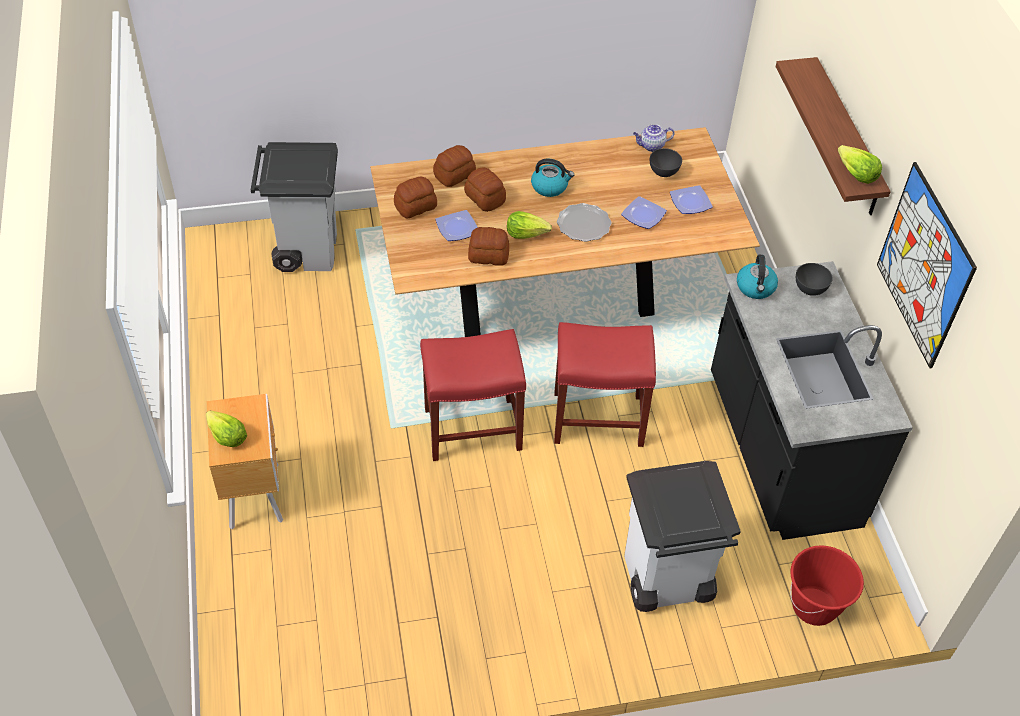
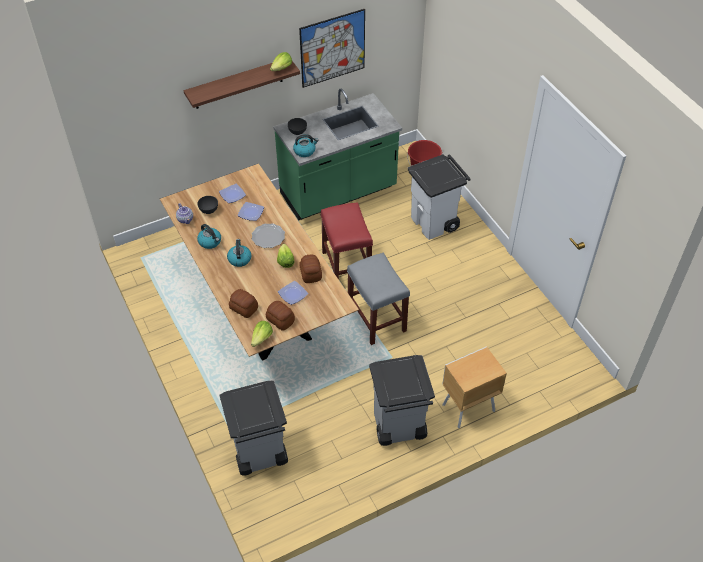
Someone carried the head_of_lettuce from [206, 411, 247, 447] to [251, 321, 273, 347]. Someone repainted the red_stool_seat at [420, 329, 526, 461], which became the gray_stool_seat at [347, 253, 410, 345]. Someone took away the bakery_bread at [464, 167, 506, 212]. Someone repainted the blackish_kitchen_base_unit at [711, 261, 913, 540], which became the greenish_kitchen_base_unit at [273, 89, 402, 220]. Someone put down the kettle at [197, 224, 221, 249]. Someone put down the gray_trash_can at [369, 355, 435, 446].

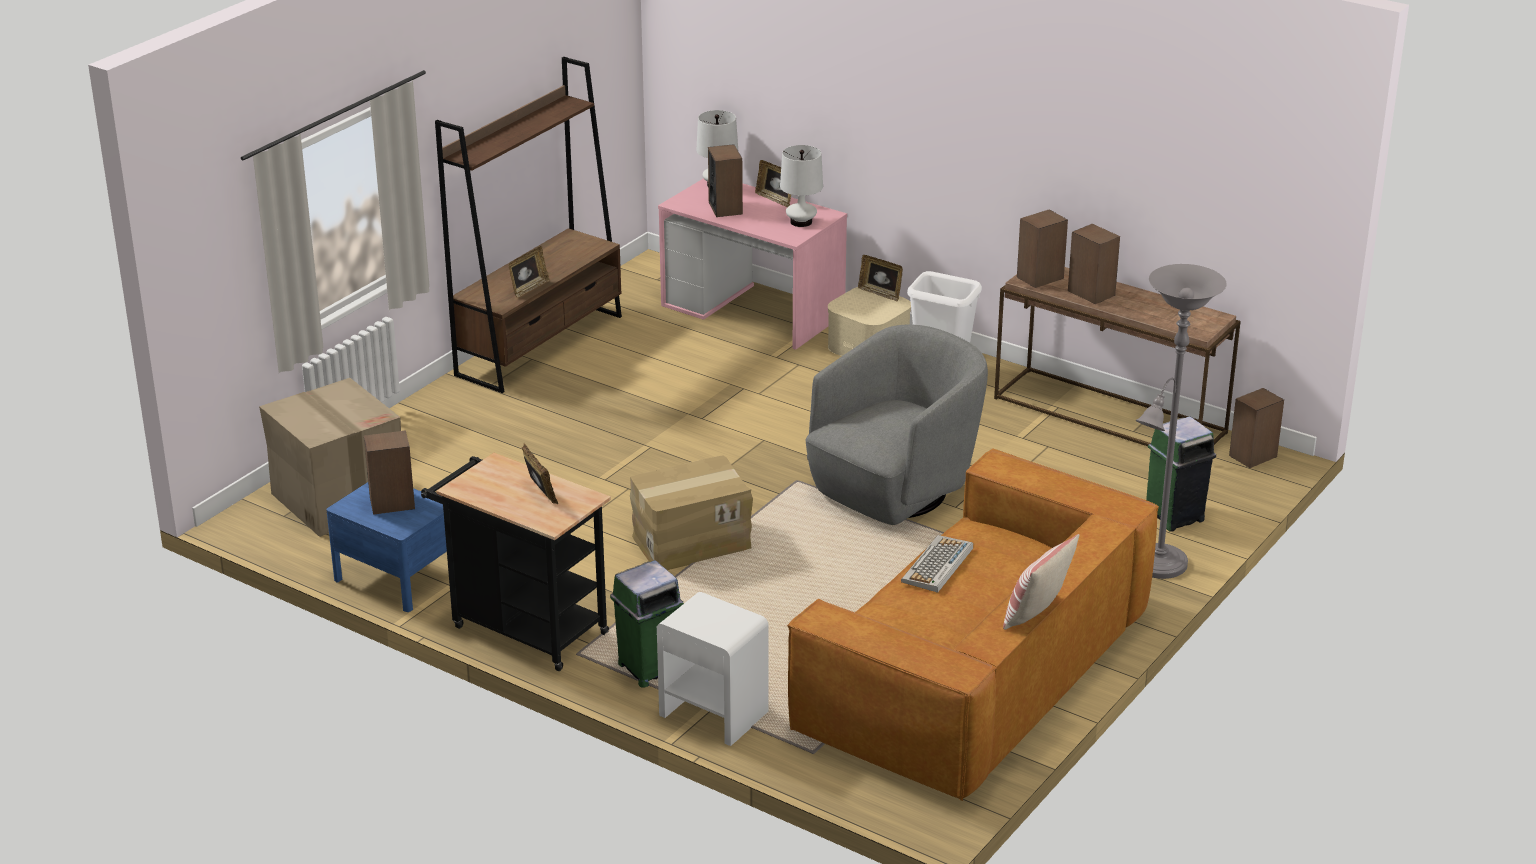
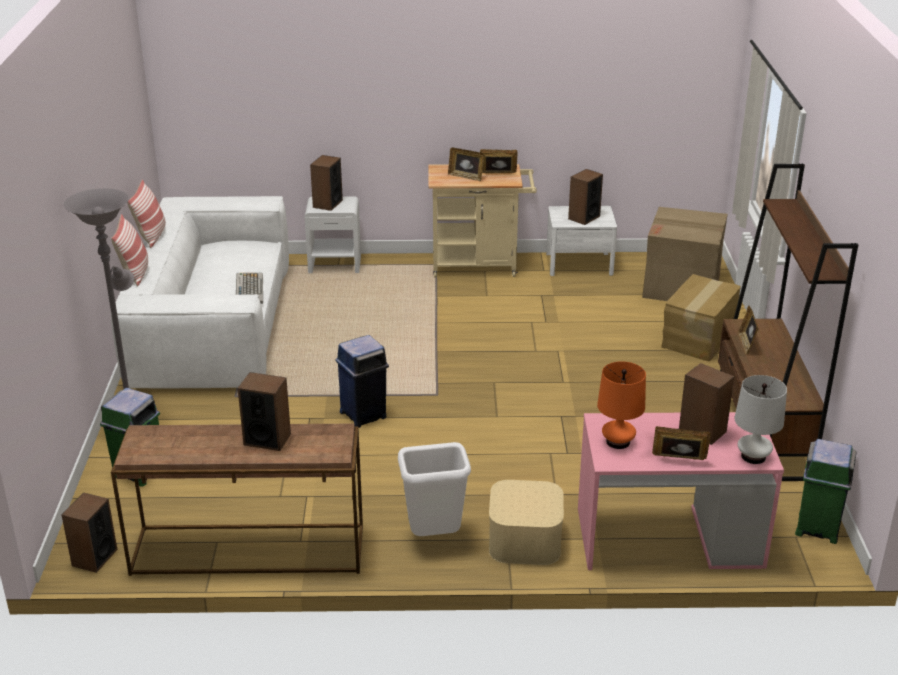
Someone repainted the blue_nightstand at [326, 482, 447, 612], which became the white-coloured_nightstand at [546, 206, 617, 276]. Someone repainted the blackish_cart at [421, 453, 611, 671], which became the sand-coloured_cart at [428, 164, 537, 277]. Someone carried the greenish_trash_can from [610, 560, 684, 688] to [795, 439, 856, 544]. Someone carried the cardboard_box from [630, 455, 753, 570] to [661, 274, 741, 361]. Someone repainted the white-coloured_table_lamp at [780, 145, 823, 227], which became the orangey_table_lamp at [597, 361, 646, 449]. Someone repainted the brownish_settee at [787, 448, 1159, 801], which became the white-coloured_settee at [111, 196, 289, 388]. Someone swapped the gray_easy_chair at [805, 324, 988, 525] for the blue_trash_can at [335, 335, 389, 428]. Someone carried the picture_frame from [858, 255, 903, 301] to [480, 149, 517, 173]. Someone carried the speaker from [1017, 209, 1068, 288] to [310, 155, 343, 211]. Someone put down the cushion at [111, 214, 148, 286].

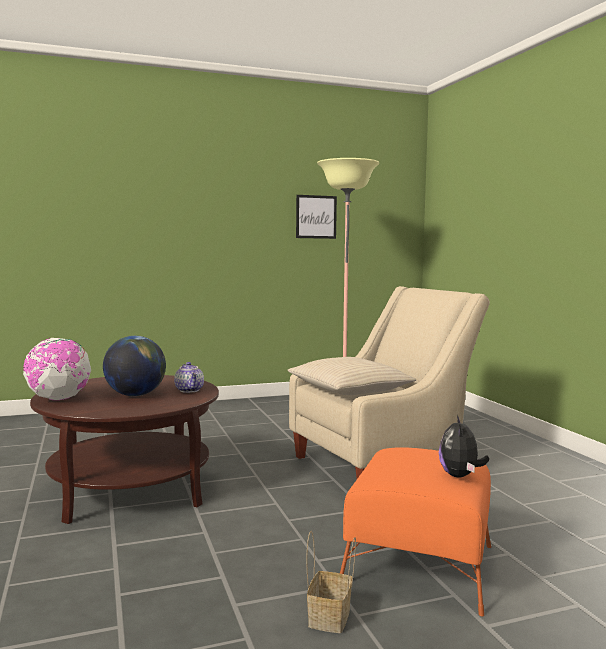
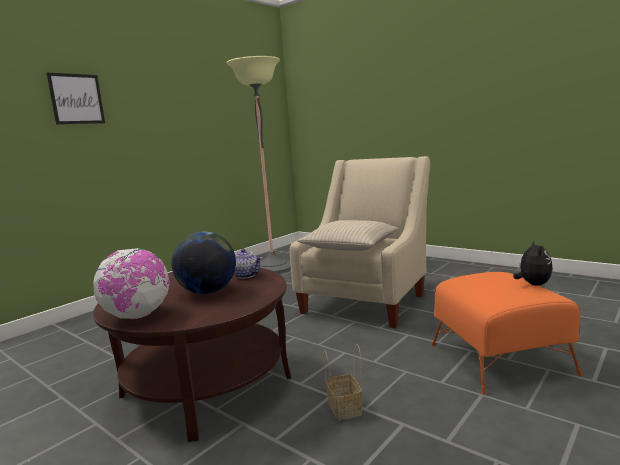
Someone carried the wall_art from [296, 195, 337, 239] to [47, 73, 105, 124]. Someone carried the storage_basket from [306, 531, 356, 633] to [324, 344, 362, 421]. Someone rotated the cuddly_toy at [439, 415, 489, 477] by 150 degrees counterclockwise.

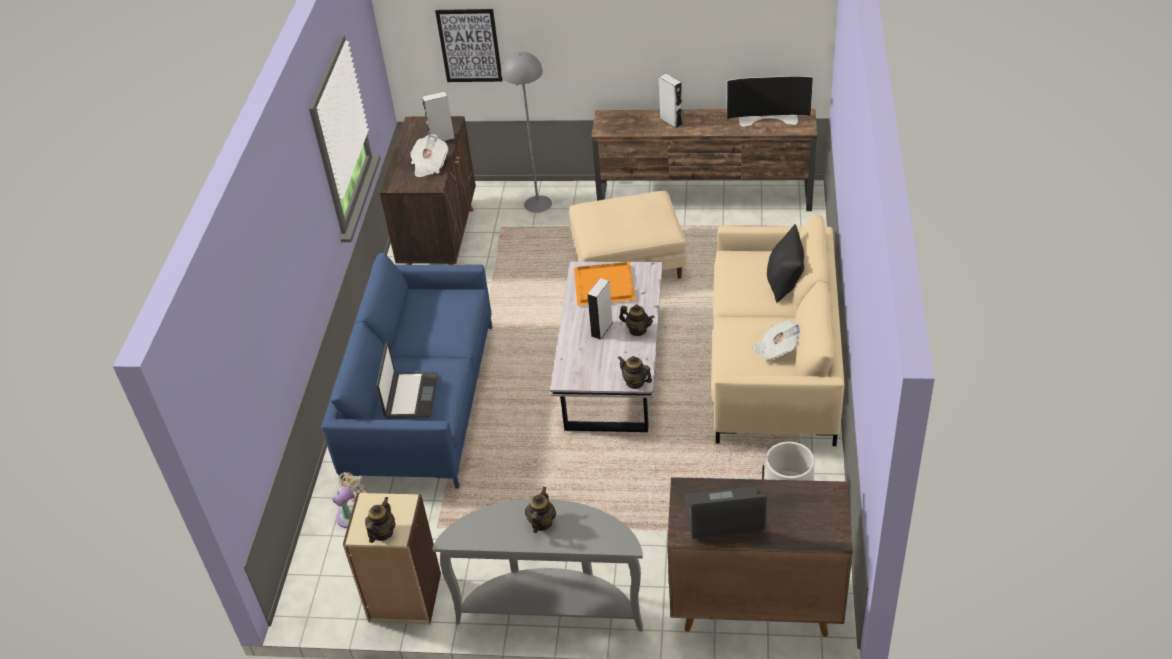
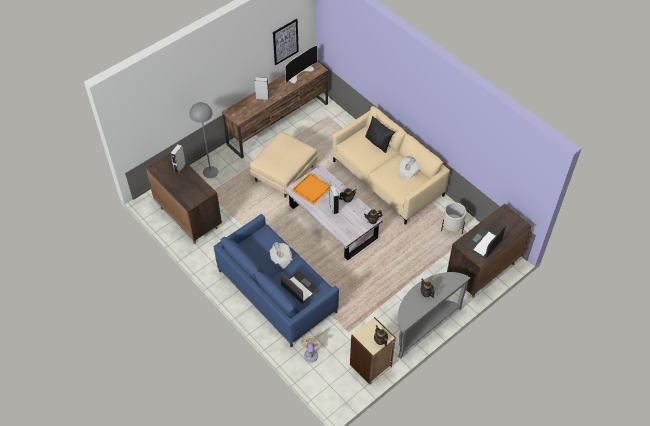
Someone carried the daily_paper from [410, 134, 448, 177] to [270, 242, 293, 269]. Someone carried the wall_art from [435, 9, 503, 82] to [273, 19, 299, 65].

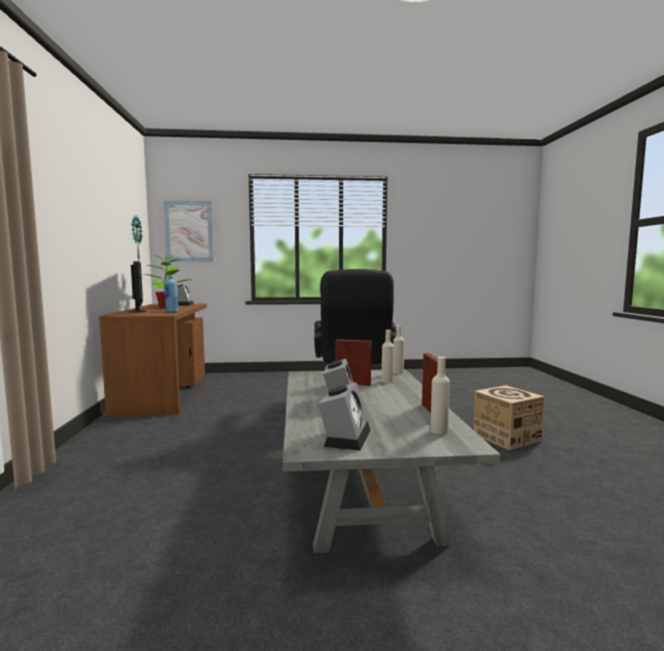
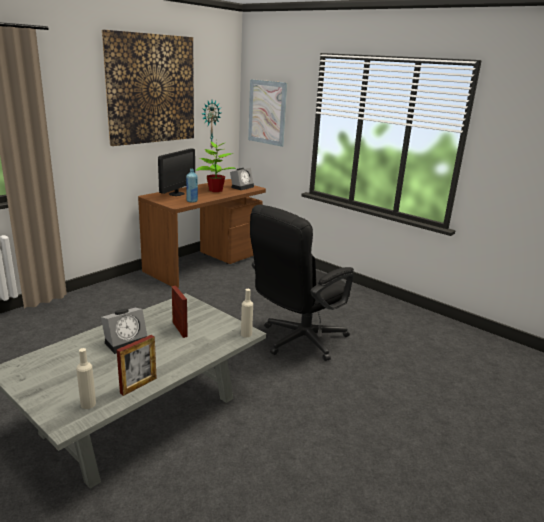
Someone took away the table_clock at [318, 382, 370, 451]. Someone took away the sand-coloured_beverage_bottle at [382, 330, 394, 383]. Someone took away the cardboard_box at [474, 385, 545, 451]. Someone put up the wall_art at [102, 30, 194, 146].

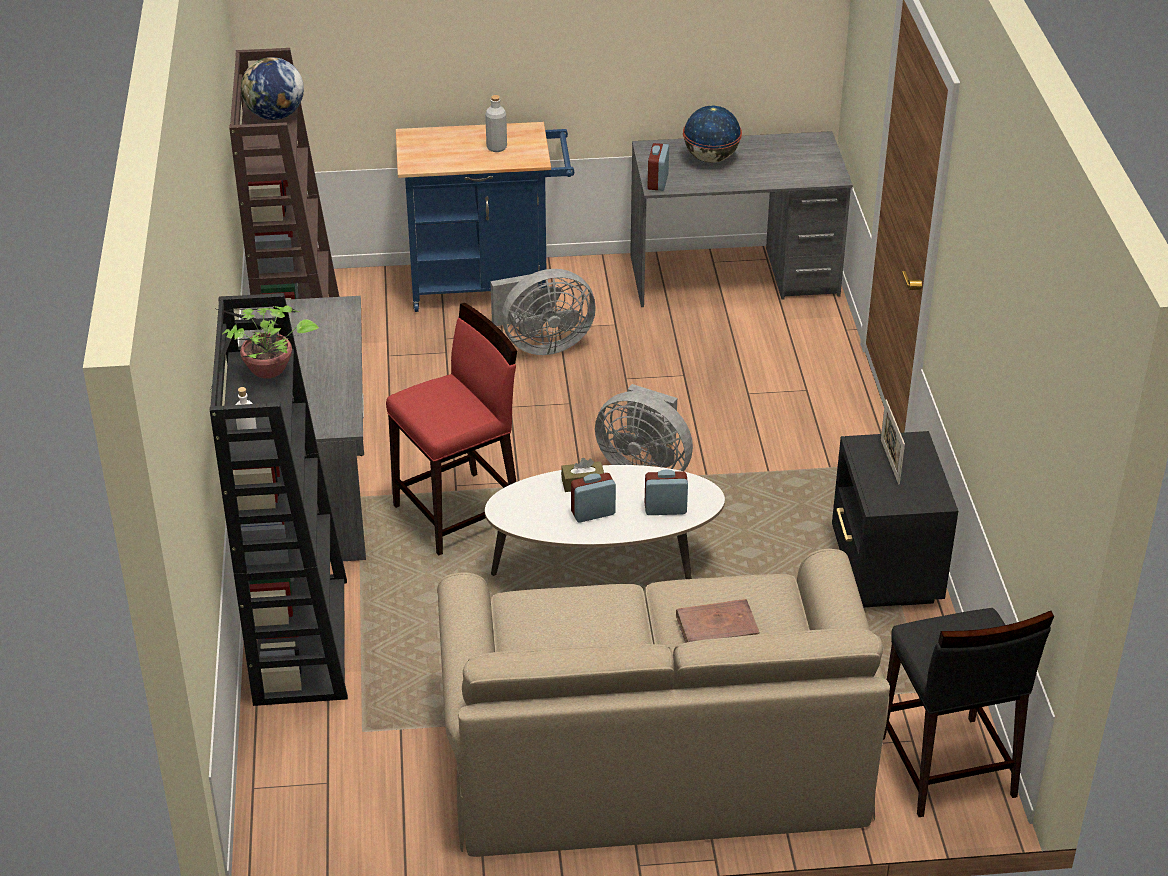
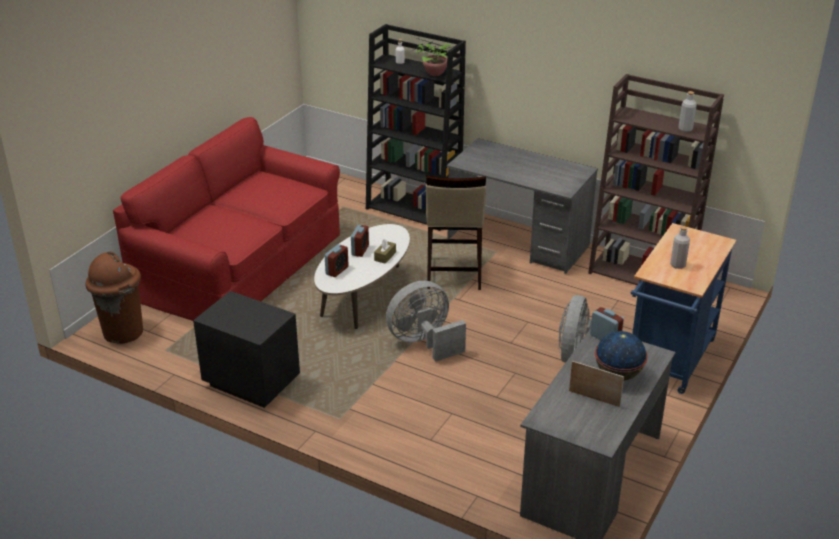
Someone swapped the desk_globe at [241, 57, 304, 120] for the gray_beverage_bottle at [678, 91, 697, 132]. Someone repainted the red_stool_seat at [386, 303, 517, 555], which became the sand-coloured_stool_seat at [426, 176, 486, 290]. Someone repainted the sand-coloured_settee at [437, 549, 890, 857], which became the red_settee at [113, 117, 340, 321]. Someone took away the brownish_bound_book at [676, 599, 760, 643]. Someone carried the picture_frame from [881, 399, 905, 485] to [569, 361, 624, 407]. Someone swapped the blackish_stool_seat at [883, 608, 1054, 817] for the brownish_trash_can at [85, 251, 143, 344].

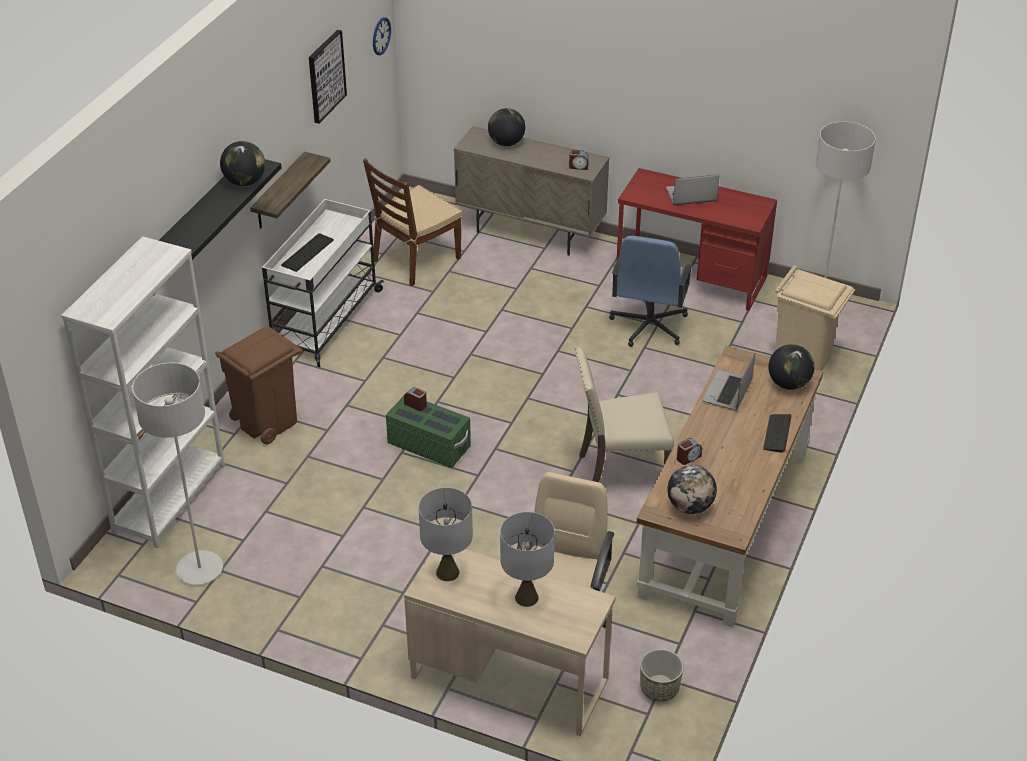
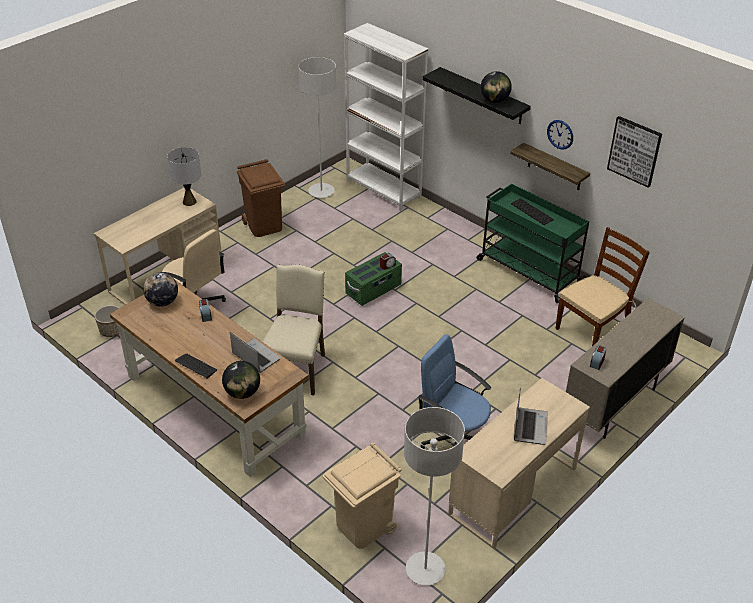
Someone carried the brownish_trash_can from [215, 326, 303, 444] to [237, 159, 285, 237]. Someone repainted the white-coloured_cart at [262, 199, 384, 367], which became the greenish_cart at [477, 184, 589, 303]. Someone rotated the brownish_plain_chair at [363, 158, 462, 286] by 75 degrees clockwise. Someone carried the wall_clock from [373, 17, 391, 55] to [547, 120, 573, 150]. Someone took away the desk_globe at [488, 108, 525, 146]. Someone took away the gray_table_lamp at [500, 512, 555, 607]. Someone repainted the red_desk_unit at [617, 168, 777, 311], which became the sand-coloured_desk_unit at [448, 378, 590, 549].

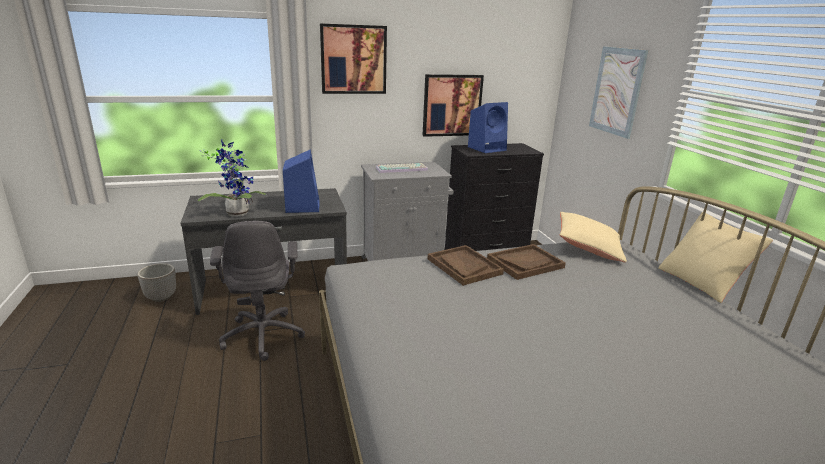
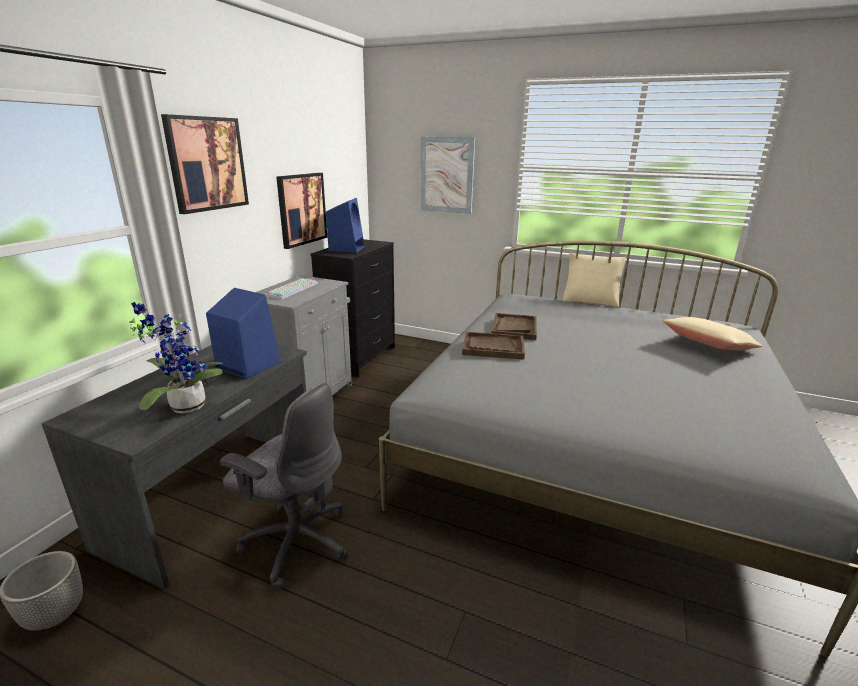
Someone carried the sand-coloured_cushion from [560, 212, 627, 262] to [663, 317, 762, 350].

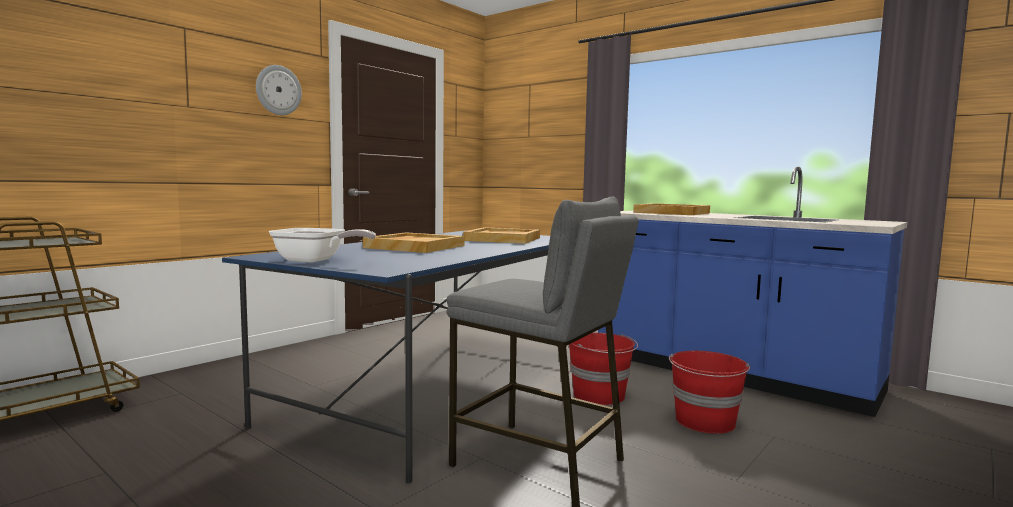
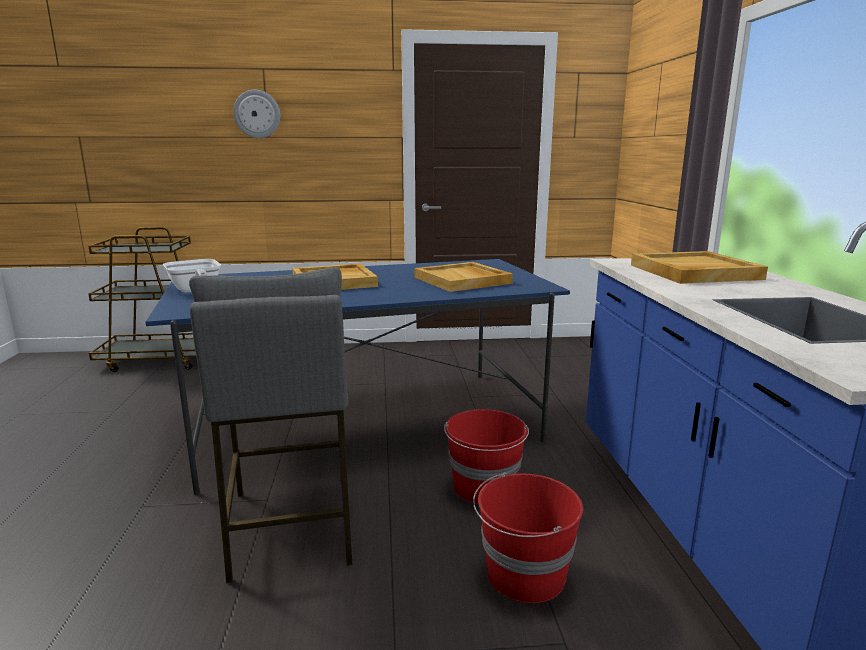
Someone carried the wall_clock from [256, 65, 302, 115] to [233, 90, 280, 138].

